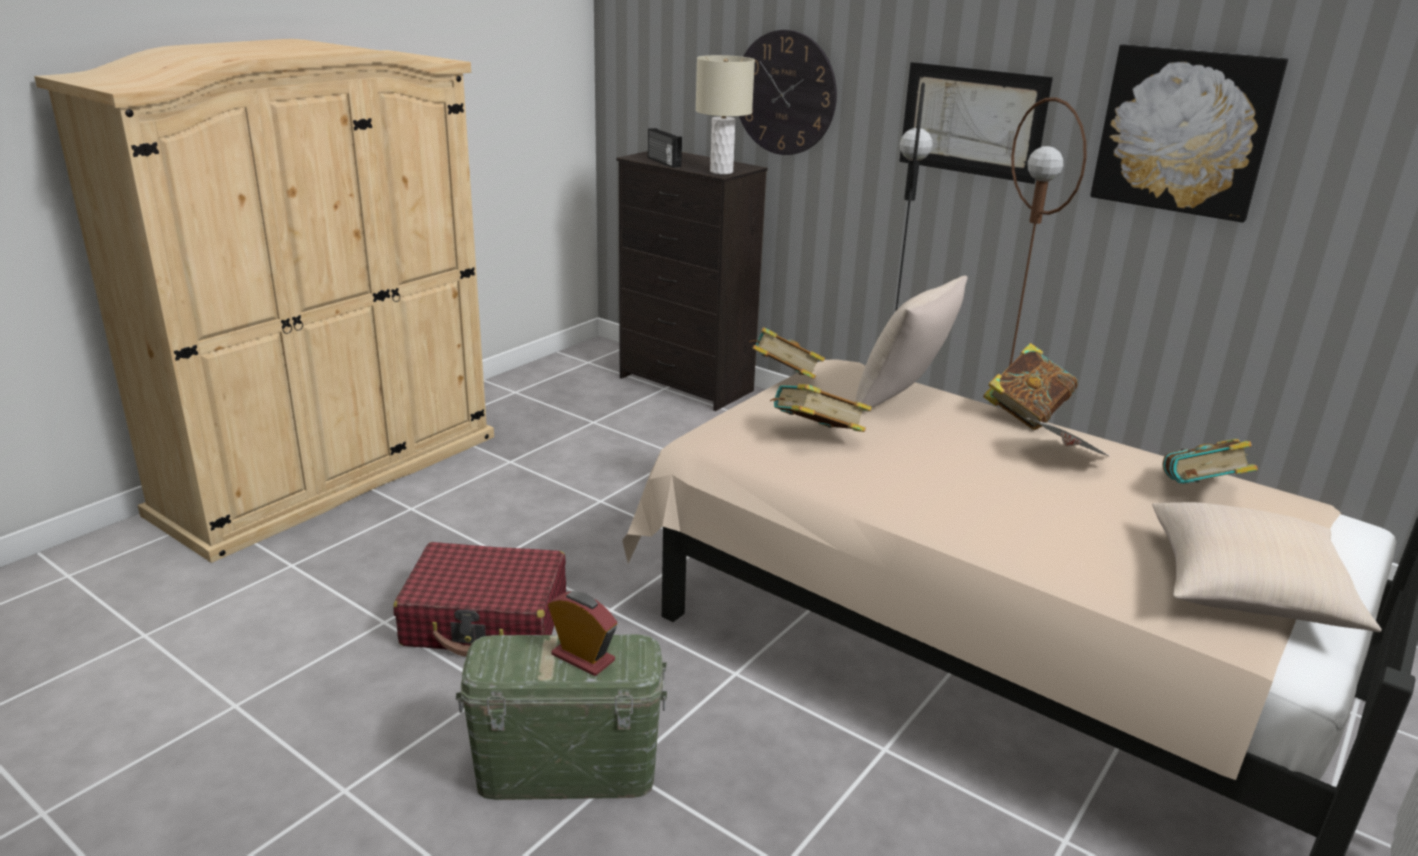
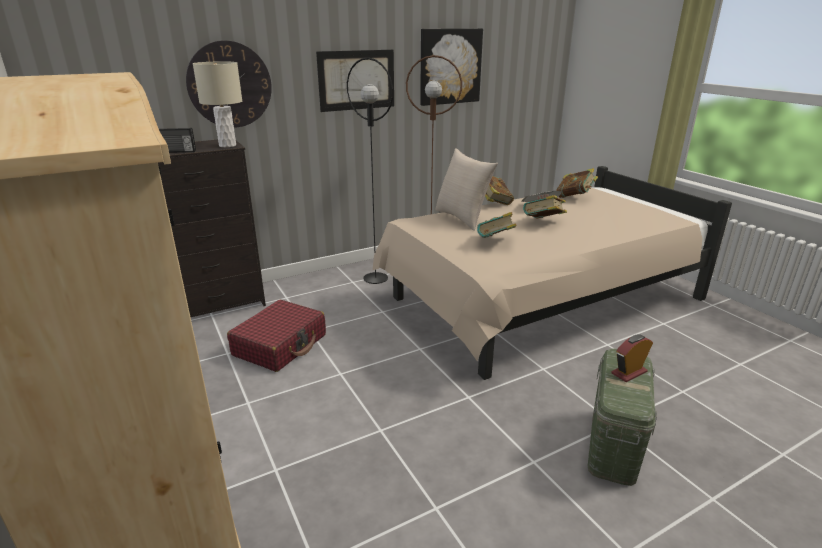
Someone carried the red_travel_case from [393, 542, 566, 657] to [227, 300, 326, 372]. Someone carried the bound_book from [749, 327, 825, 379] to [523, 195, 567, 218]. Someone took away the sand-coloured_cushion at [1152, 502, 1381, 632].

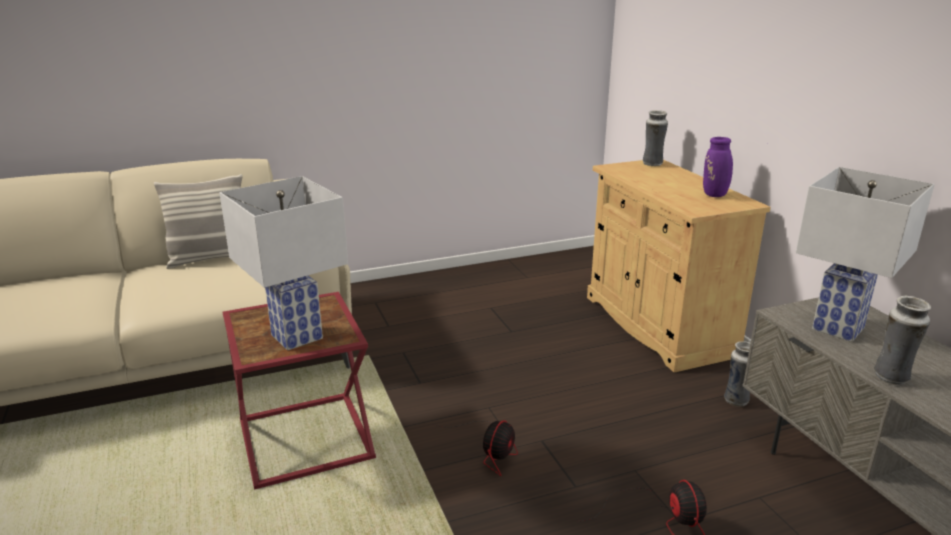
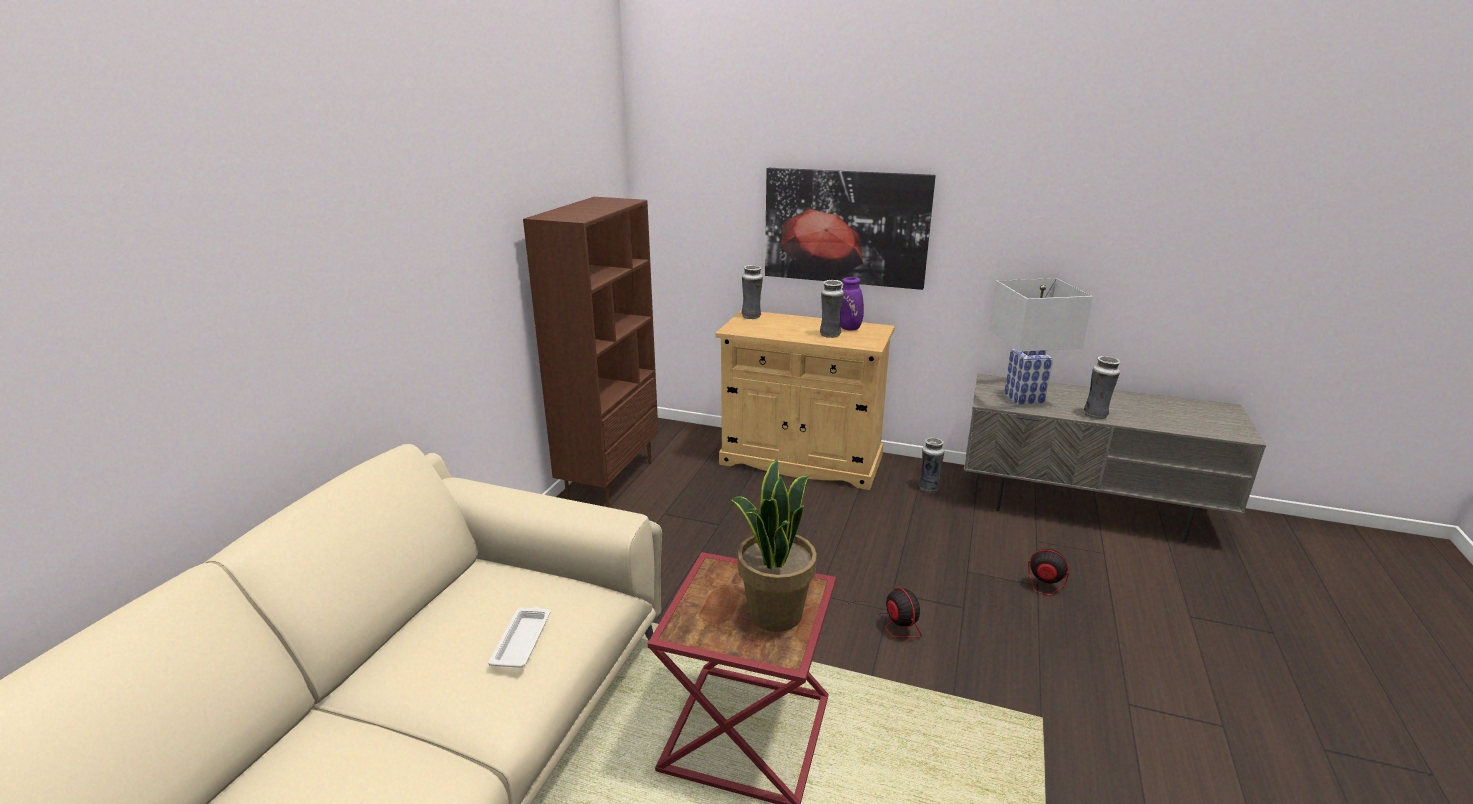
Someone took away the cushion at [154, 174, 242, 269]. Someone swapped the white-coloured_table_lamp at [219, 176, 348, 350] for the plant_in_a_pot at [729, 459, 817, 632]. Someone put down the white-coloured_carrying_tray at [488, 607, 551, 668]. Someone put down the brownish_shelving_unit at [523, 197, 658, 508]. Someone put up the wall_art at [765, 168, 936, 290]. Someone put down the decorative_vase at [820, 280, 844, 338].

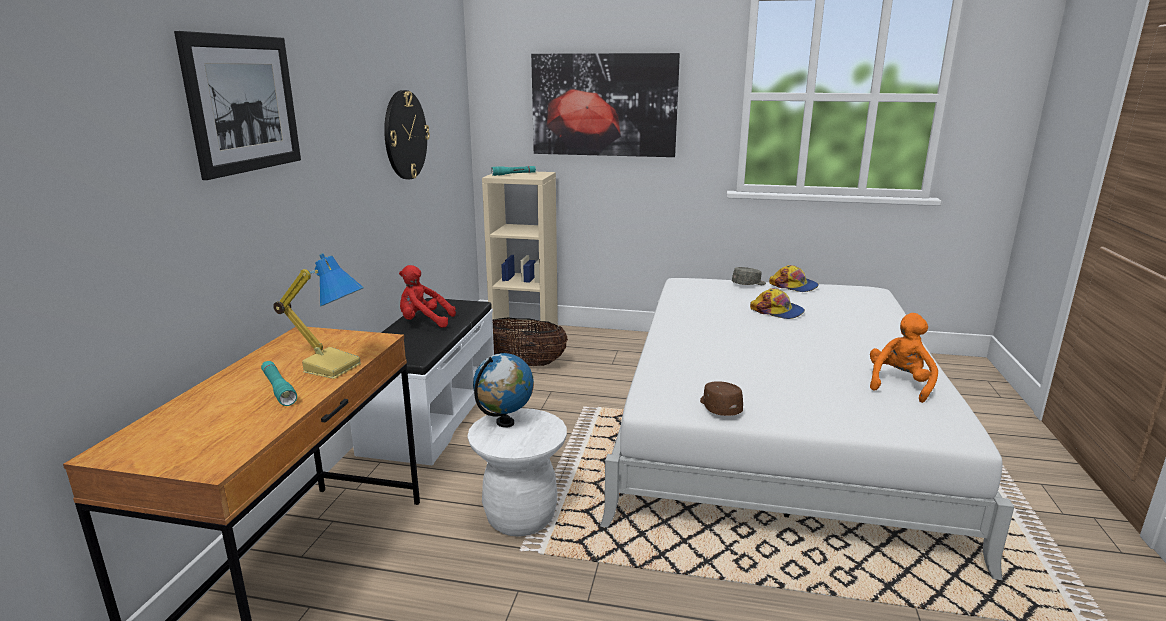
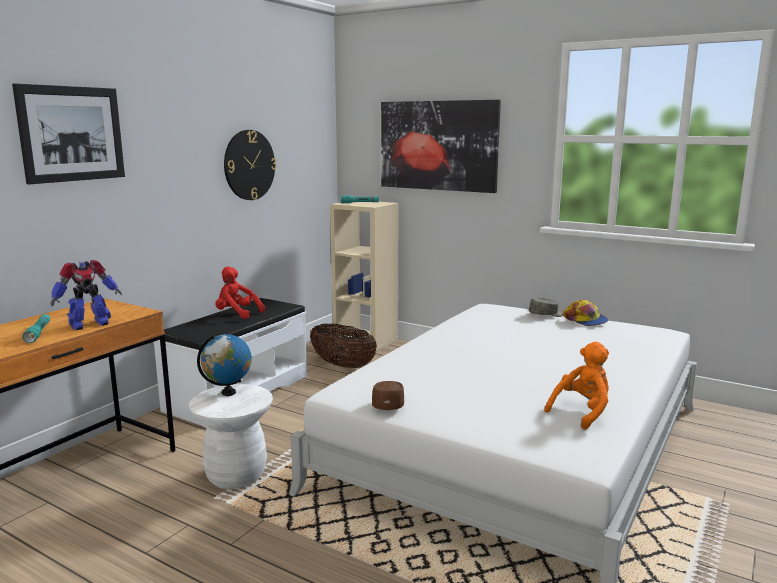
Someone swapped the table_lamp at [273, 253, 364, 379] for the toy_robot at [50, 260, 122, 330]. Someone took away the baseball_cap at [750, 288, 805, 319].

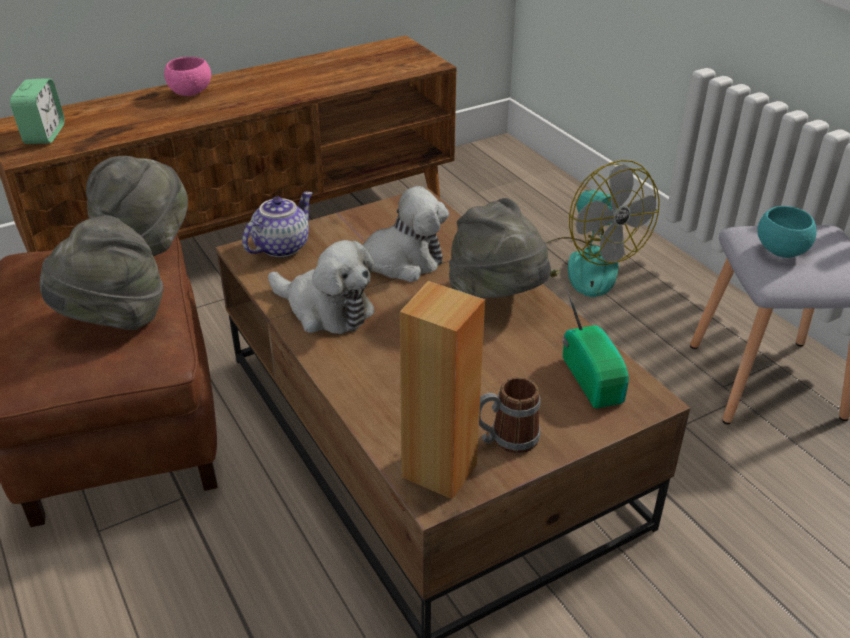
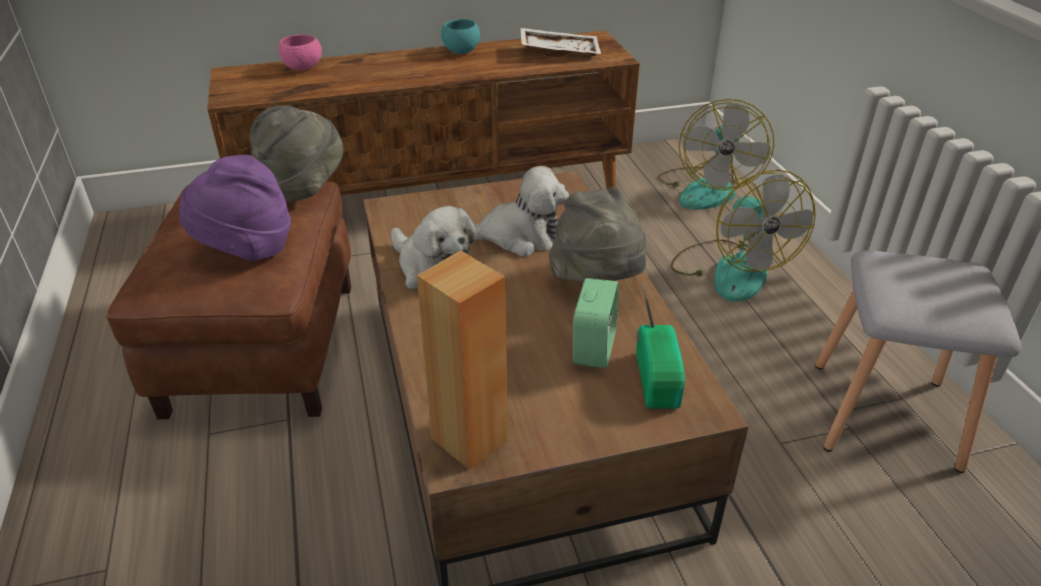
Someone carried the table_clock from [10, 78, 64, 144] to [573, 278, 619, 368]. Someone repainted the gray_wearable_hat at [40, 215, 163, 330], which became the purple-coloured_wearable_hat at [179, 155, 291, 261]. Someone carried the pink_serving_bowl from [164, 57, 211, 96] to [278, 35, 322, 70]. Someone took away the pot_for_tea at [242, 192, 313, 257]. Someone took away the mug at [479, 377, 541, 454]. Someone carried the turquoise-coloured_serving_bowl from [757, 206, 817, 258] to [441, 19, 480, 54]. Someone put down the white-coloured_carrying_tray at [521, 28, 601, 57]. Someone put down the electric_fan at [658, 99, 774, 210].

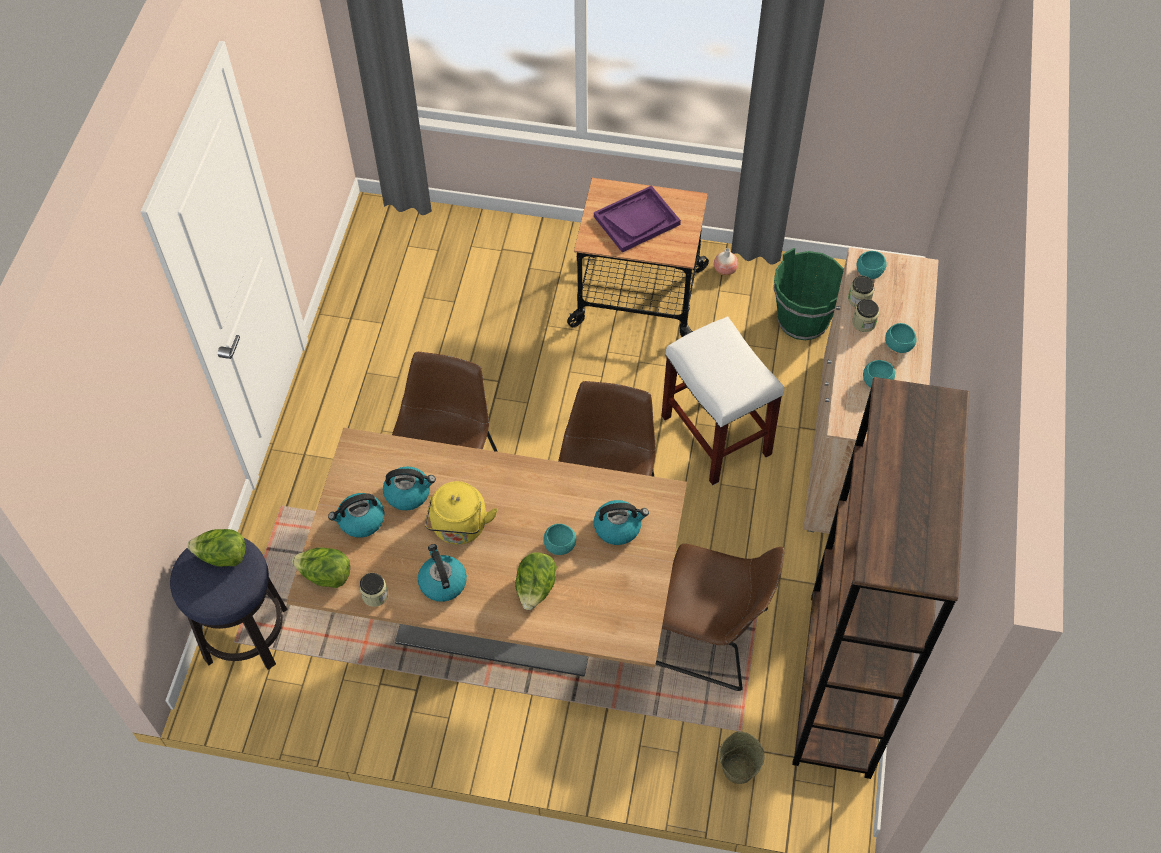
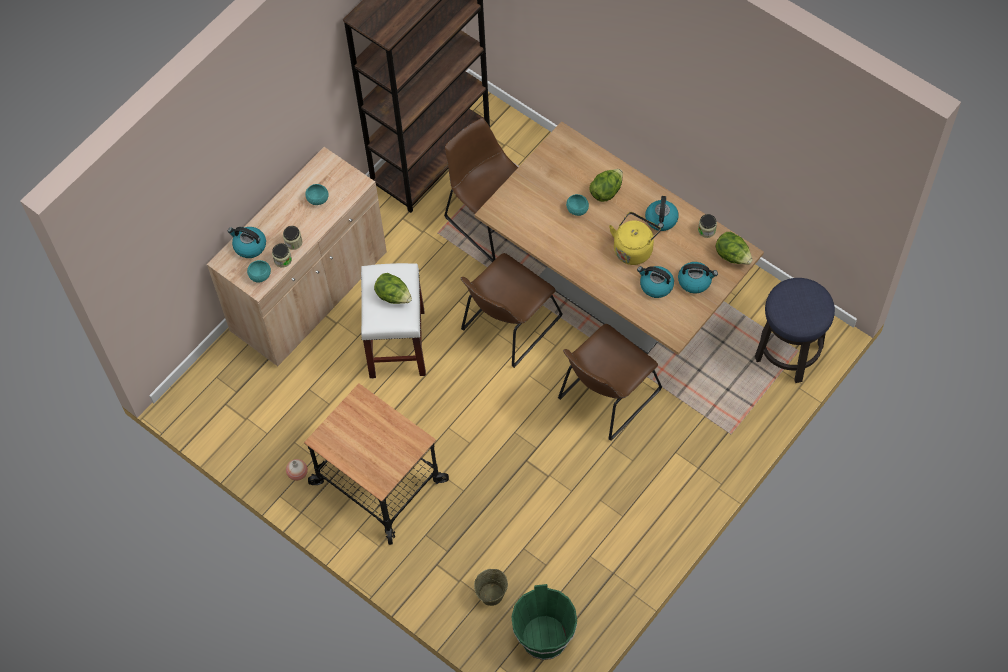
Someone carried the head_of_lettuce from [187, 529, 246, 567] to [374, 273, 412, 304]. Someone took away the purple-coloured_carrying_tray at [594, 185, 681, 252]. Someone carried the kettle from [594, 500, 649, 545] to [227, 227, 266, 258]. Someone carried the sand-coloured_water_bucket from [719, 731, 765, 784] to [474, 569, 508, 606]. Someone carried the greenish_water_bucket from [773, 248, 844, 341] to [512, 584, 577, 660]. Someone took away the turquoise-coloured_serving_bowl at [885, 323, 917, 353].

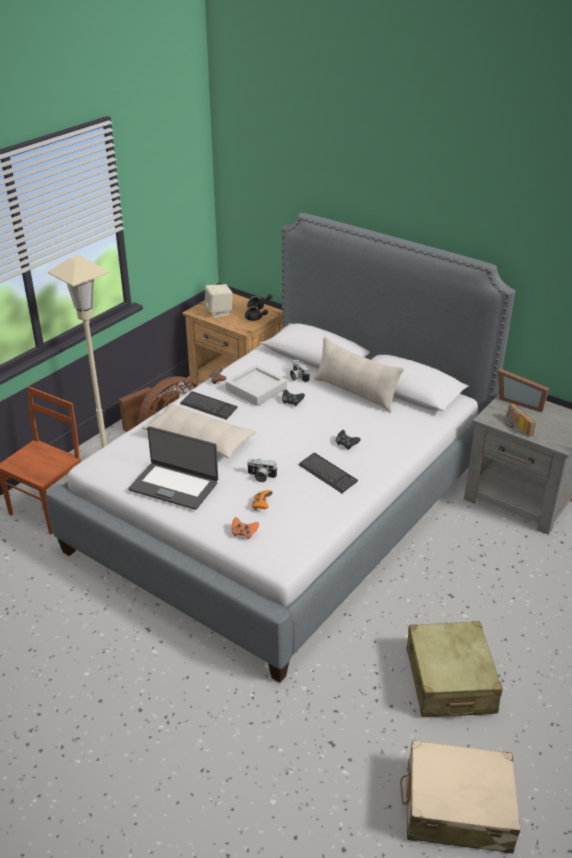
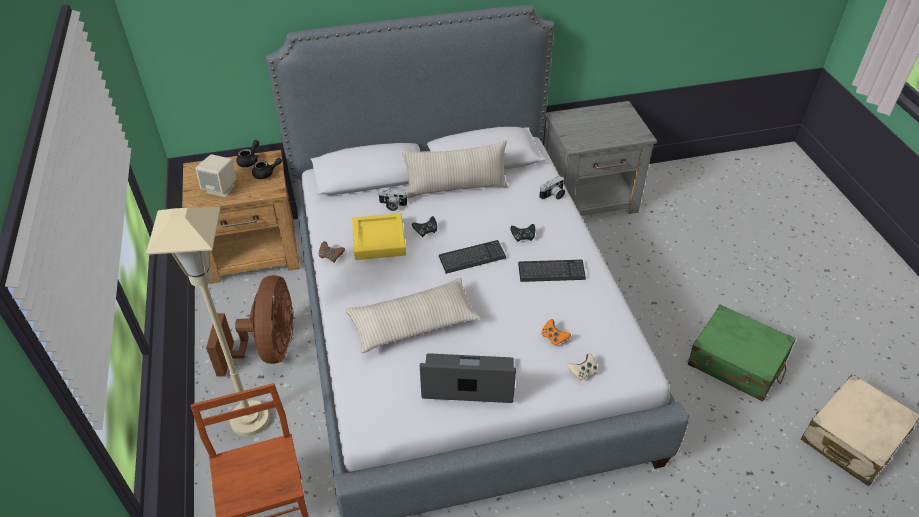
Someone rotated the portable_computer at [128, 426, 218, 510] by 150 degrees counterclockwise. Someone carried the keyboard from [180, 391, 237, 420] to [439, 240, 506, 274]. Someone repainted the gray_carrying_tray at [226, 365, 287, 406], which became the yellow_carrying_tray at [352, 213, 406, 260]. Someone repainted the orangey_gamepad at [231, 517, 259, 539], which became the sand-coloured_gamepad at [567, 353, 598, 380]. Someone carried the still_camera from [247, 459, 278, 482] to [539, 176, 565, 200]. Someone repainted the sand-coloured_travel_case at [407, 621, 502, 717], which became the greenish_travel_case at [688, 305, 796, 402]. Someone took away the picture_frame at [498, 368, 549, 412]. Someone took away the radio at [504, 404, 536, 437].

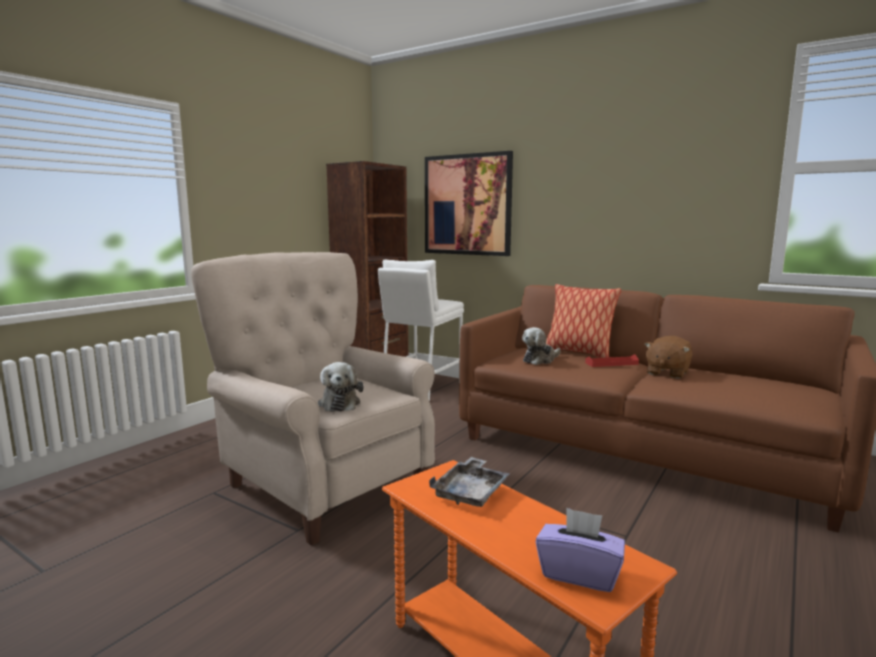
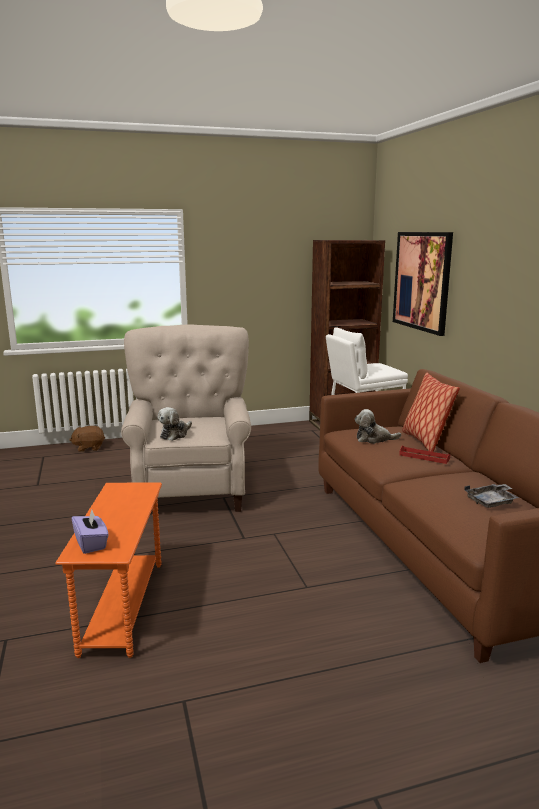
Someone carried the gray_carrying_tray from [429, 457, 510, 507] to [464, 484, 519, 508]. Someone carried the brownish_cuddly_toy from [644, 336, 692, 378] to [69, 426, 105, 452].

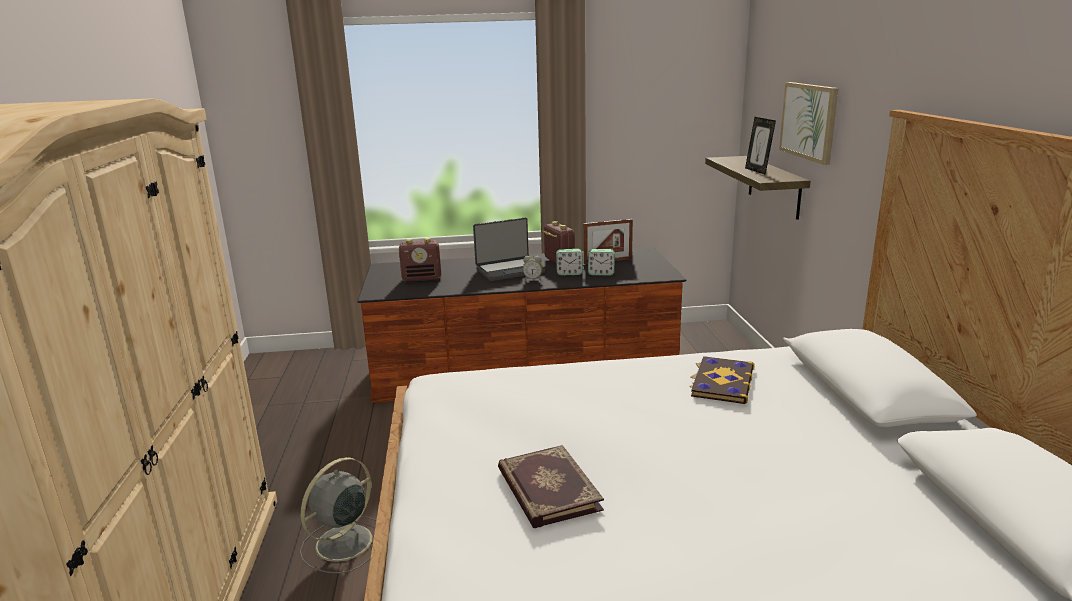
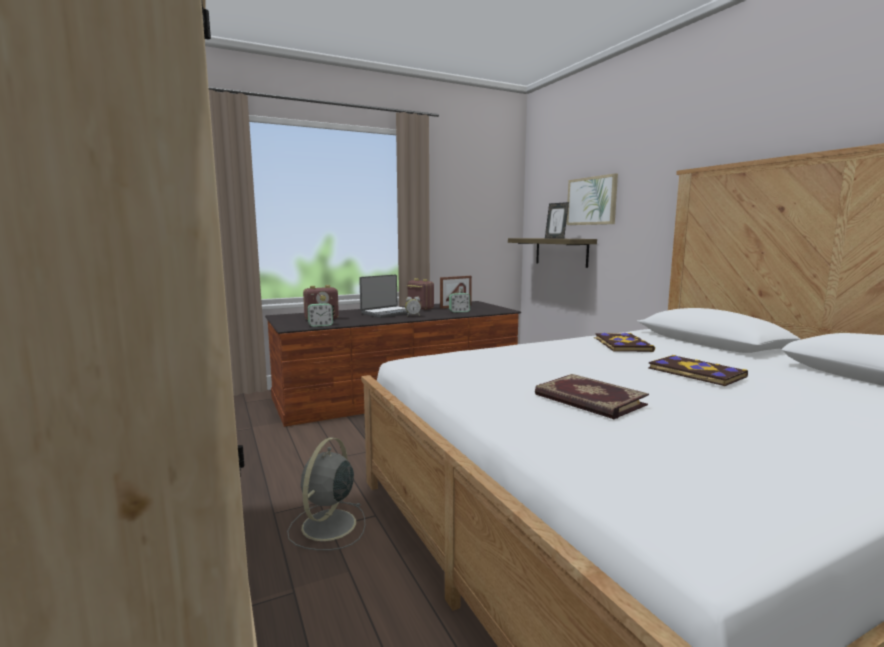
Someone carried the table_clock from [556, 249, 583, 276] to [308, 303, 333, 327]. Someone put down the bound_book at [648, 355, 748, 386].

